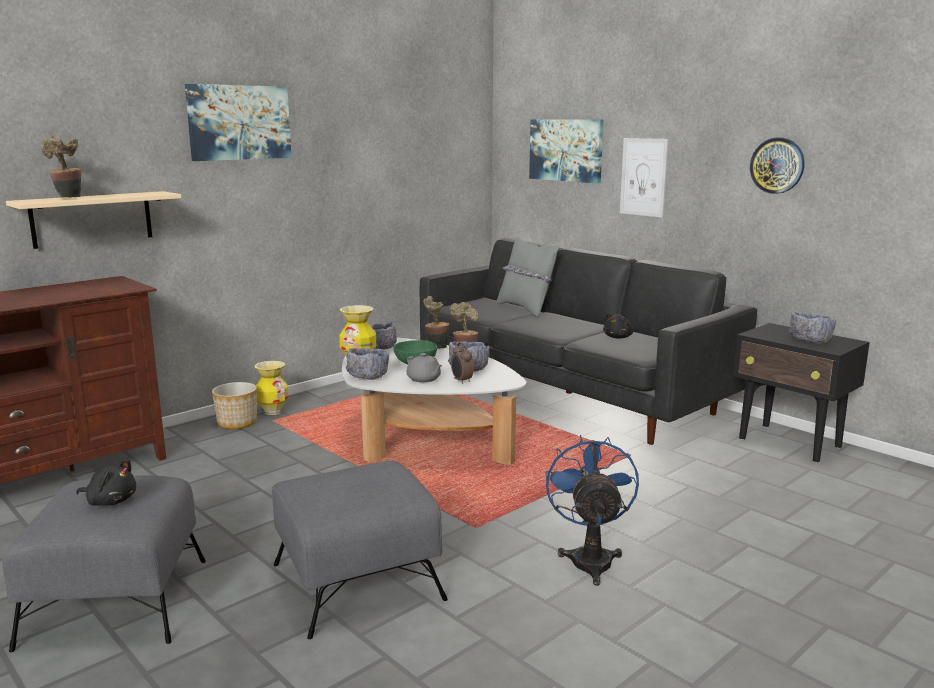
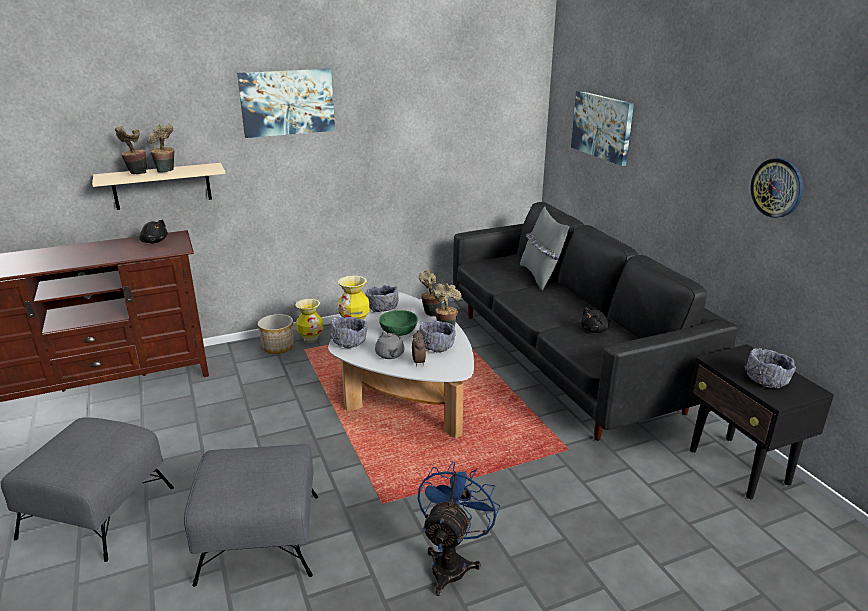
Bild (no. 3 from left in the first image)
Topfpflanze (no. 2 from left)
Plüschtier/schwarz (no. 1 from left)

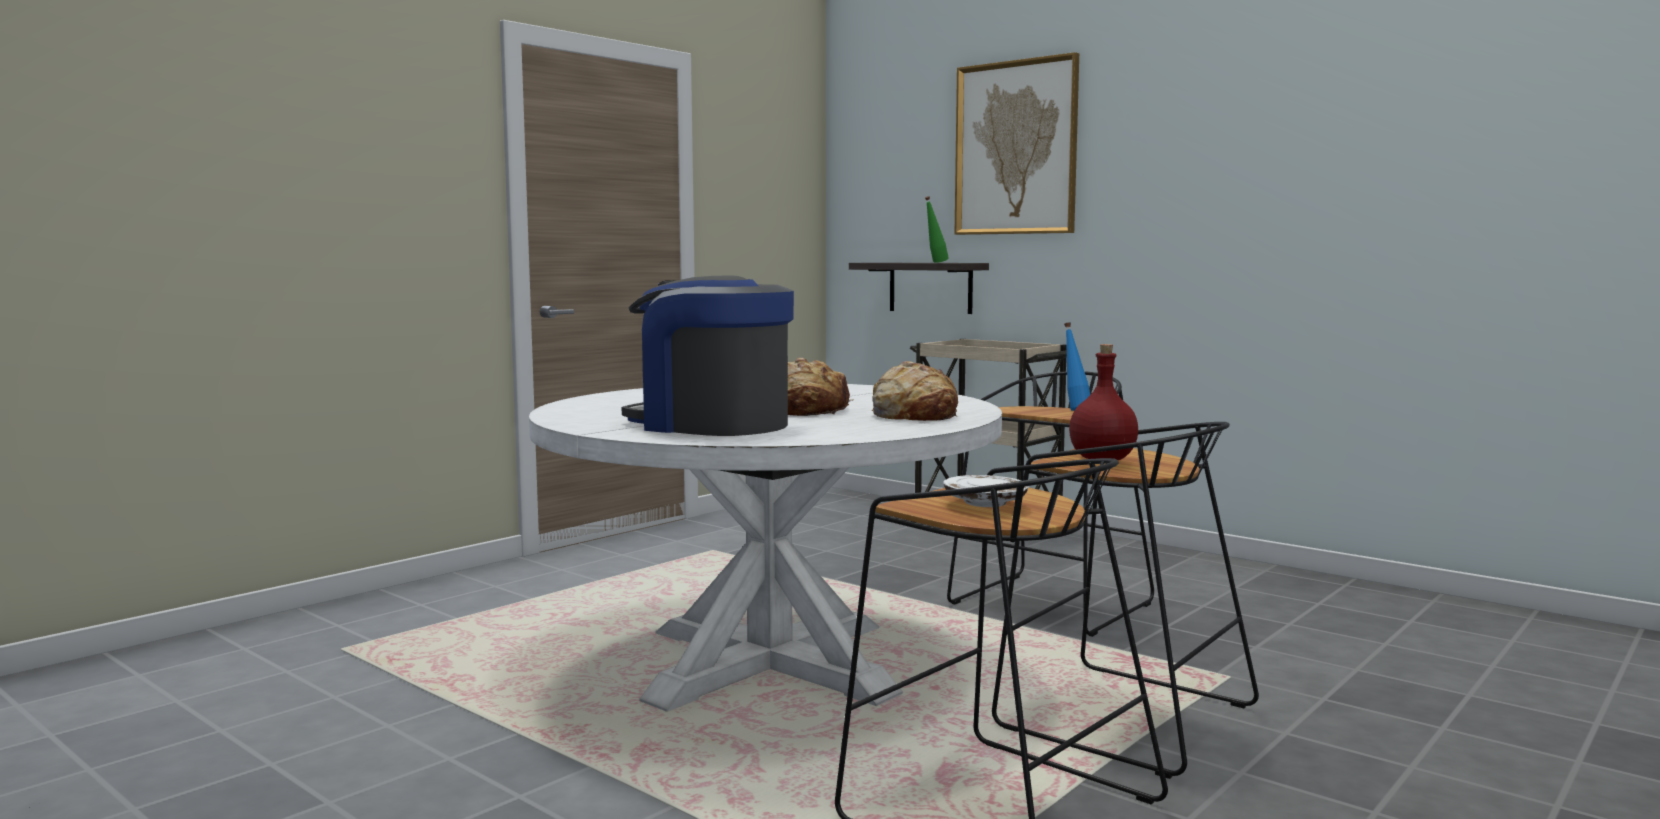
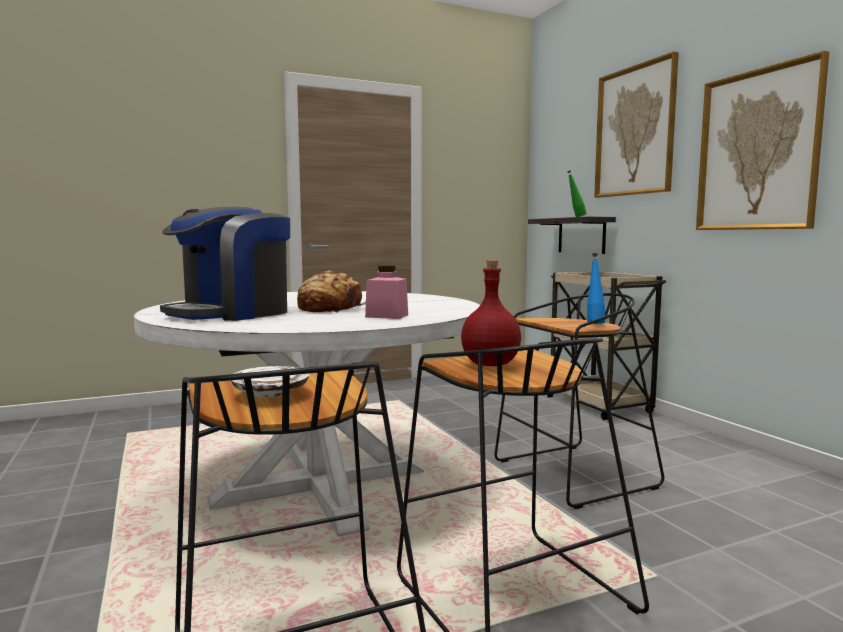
Bild (no. 2 from left)
Vorratsglas/rosa
Kaffeemaschine

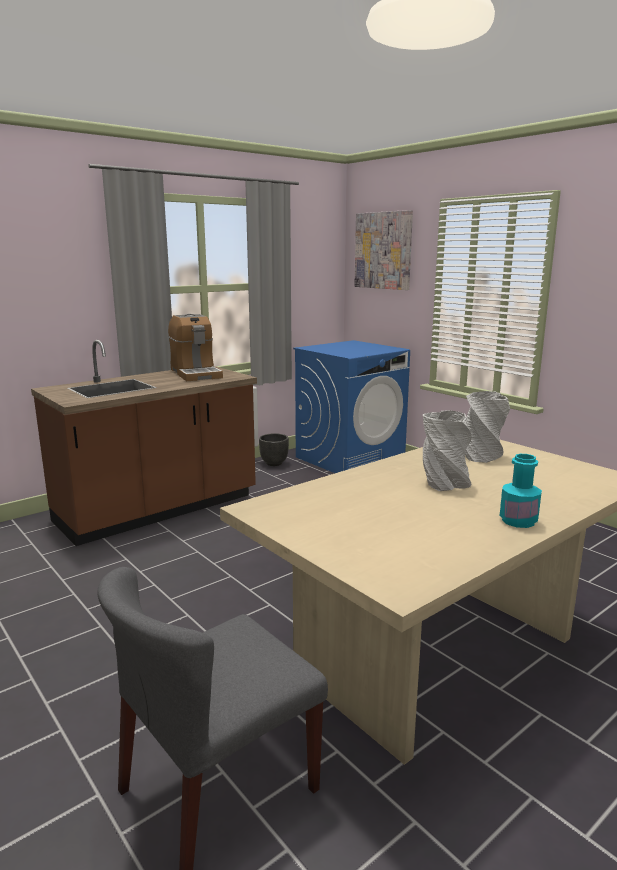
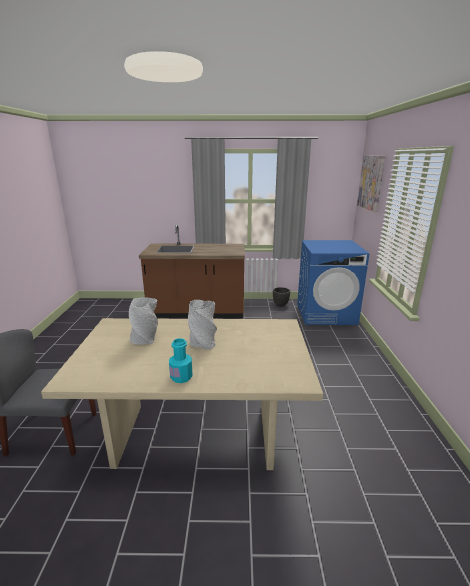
Kaffeemaschine
Vase/grau (no. 1 from left)

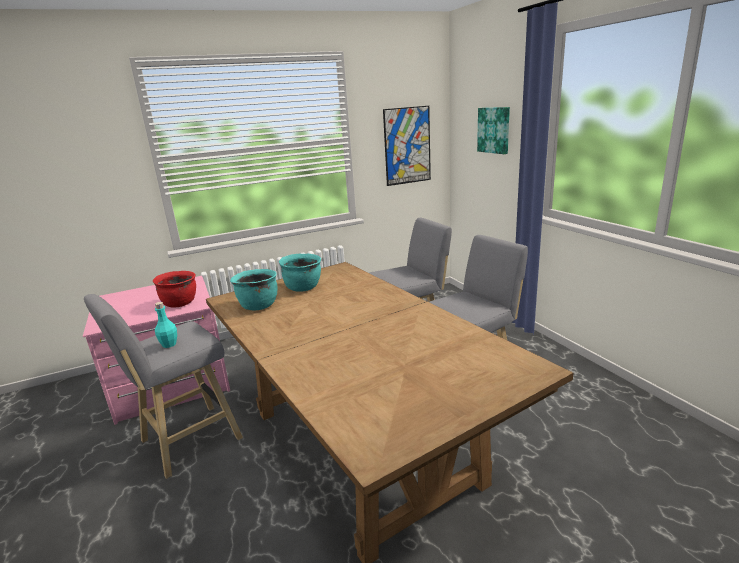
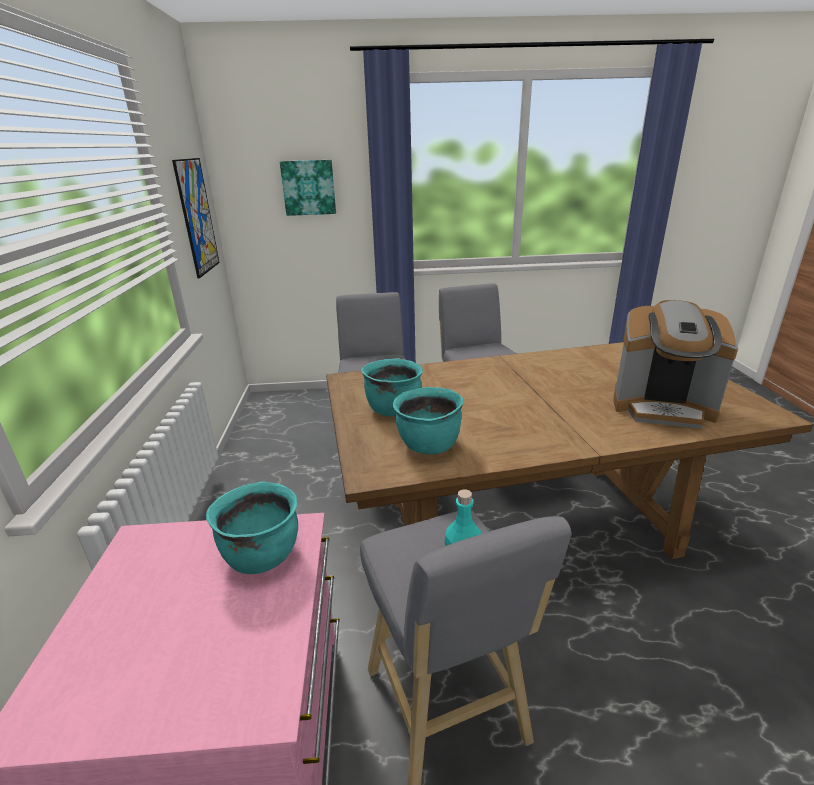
Kaffeemaschine
Kochtopf/türkis (no. 1 from left)

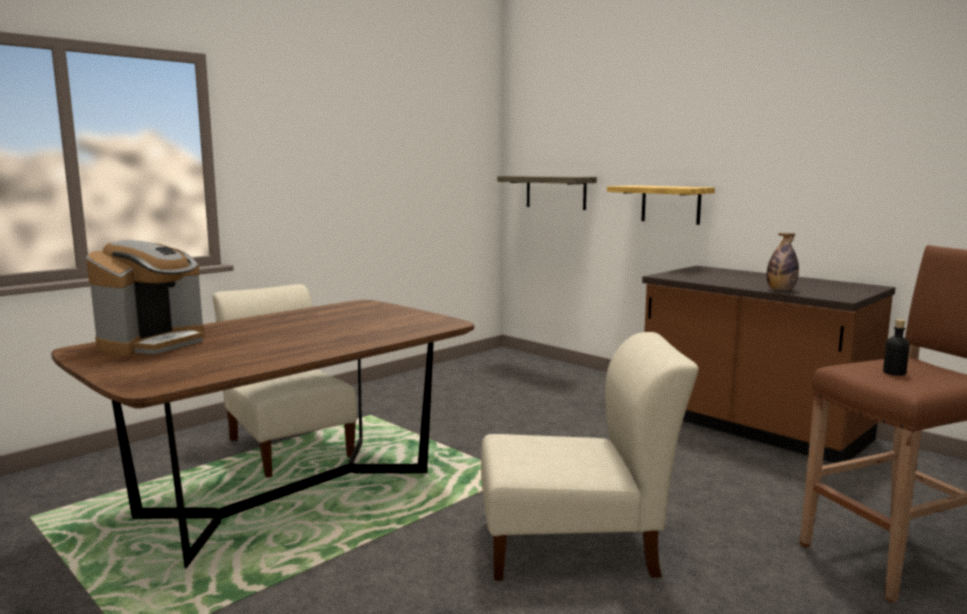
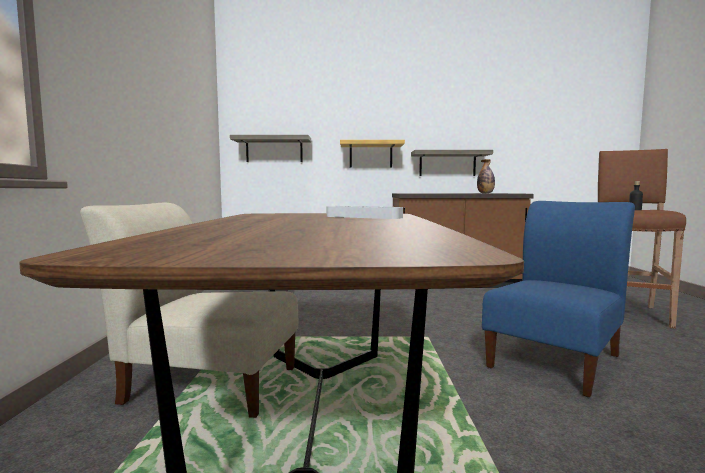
Kaffeemaschine
Tablett/grau
Wandregal (no. 3 from left)
Stuhl/blau

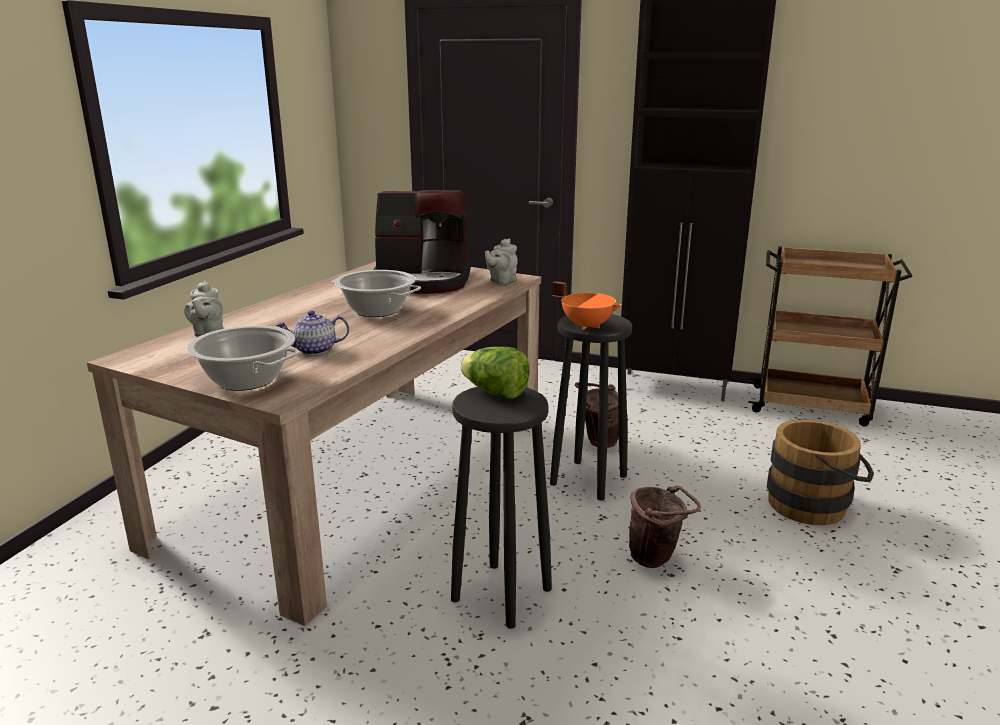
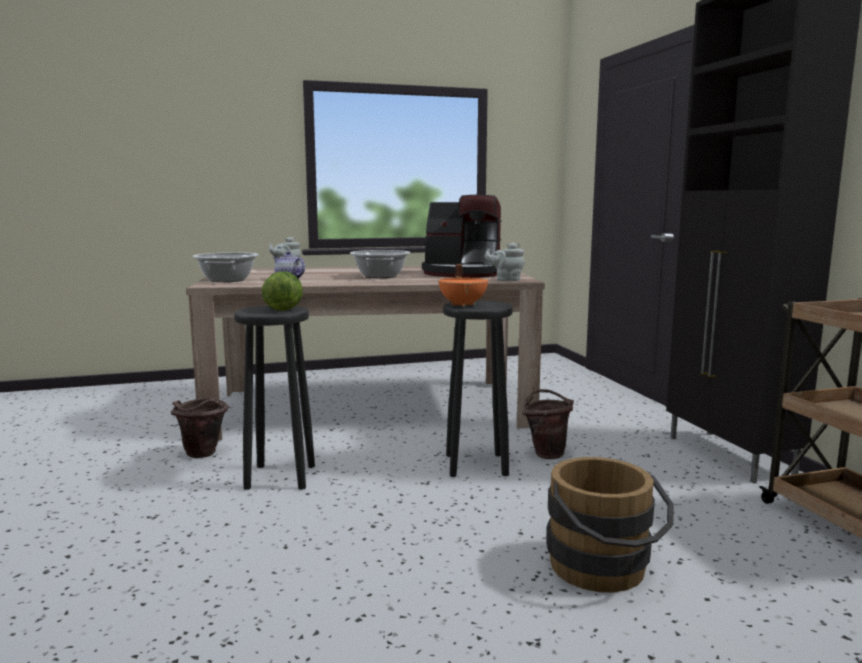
Eimer/braun (no. 1 from left)
Kaffeemaschine

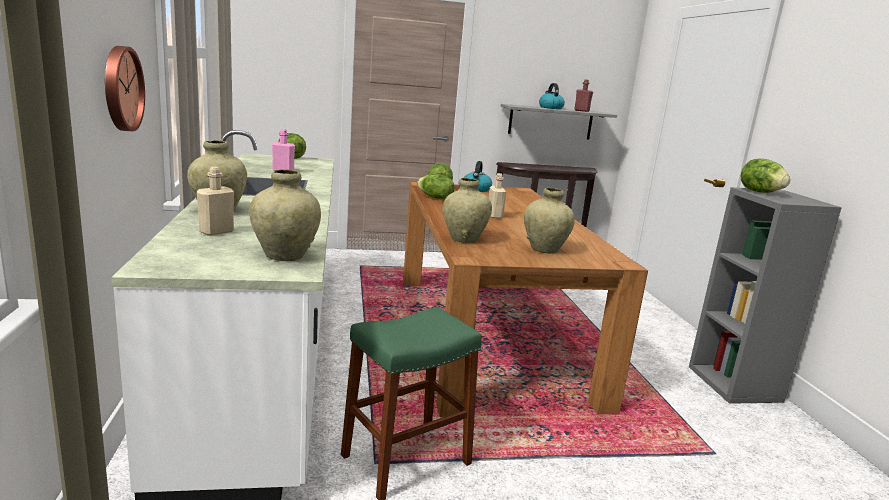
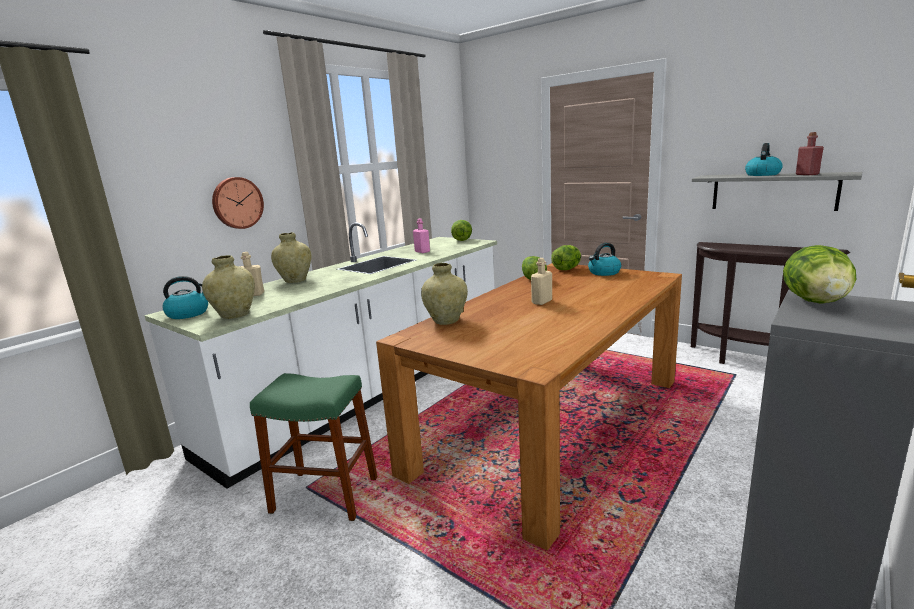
Vase/beige (no. 4 from left in the first image)
Wasserkessel (no. 1 from left)

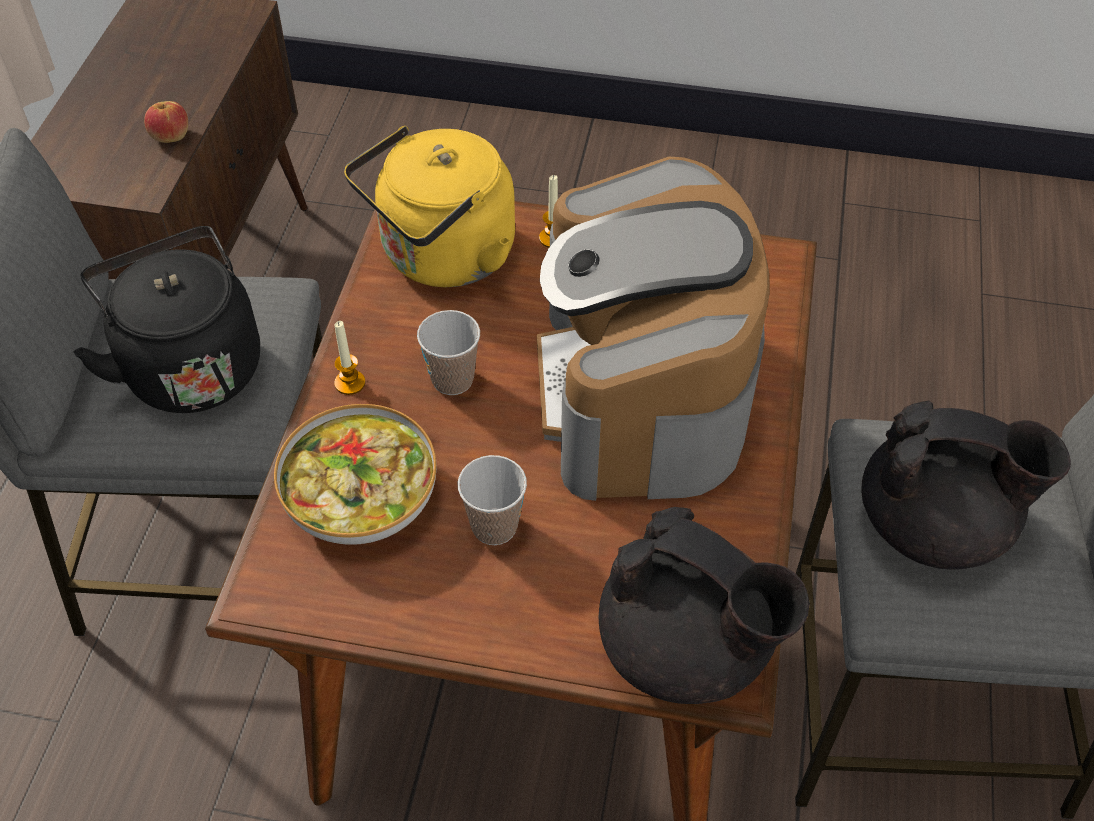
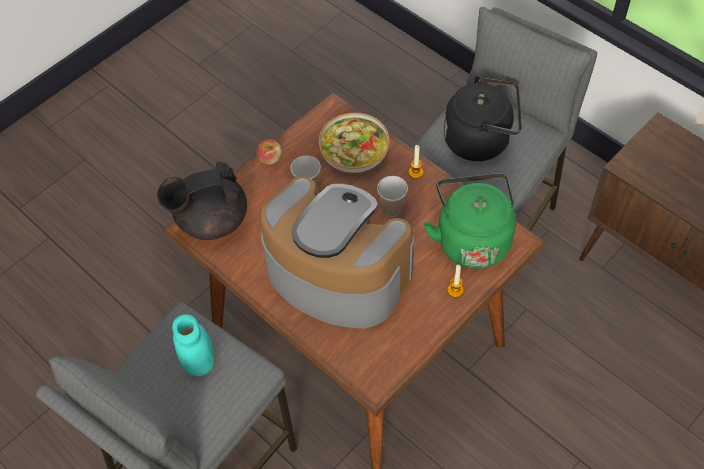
Apfel
Vorratsglas/türkis
Wasserkessel/grün

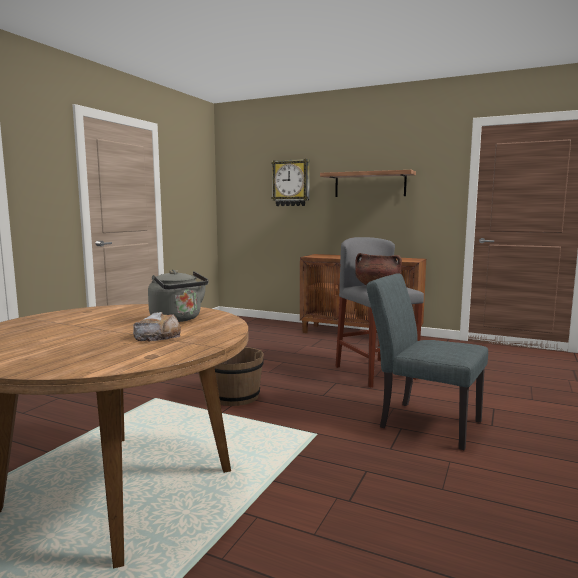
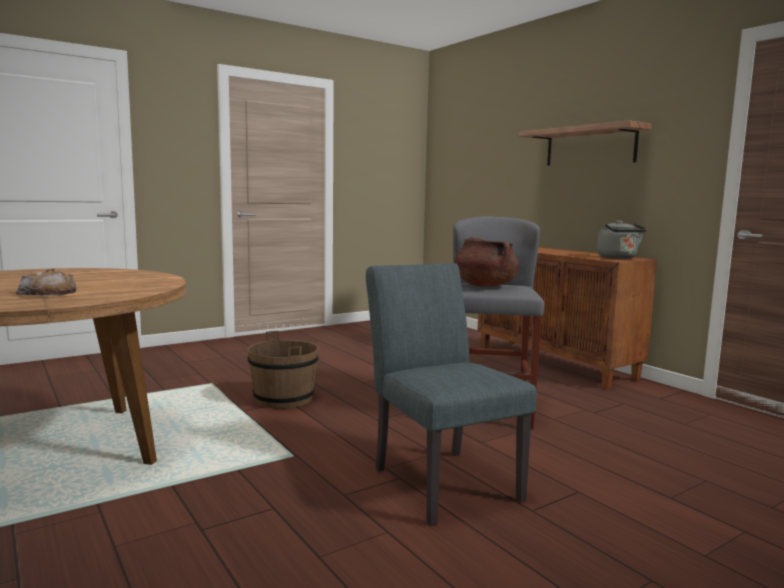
Wanduhr
Wasserkessel/grau

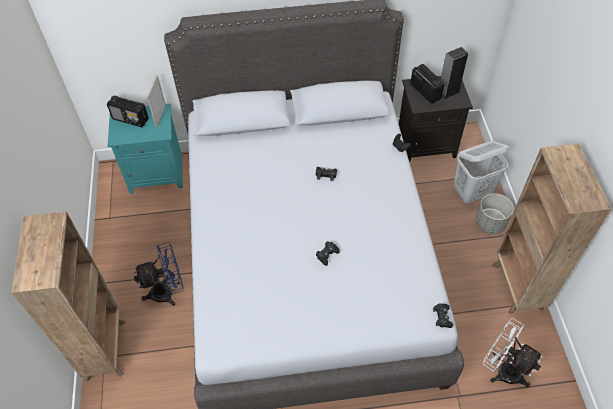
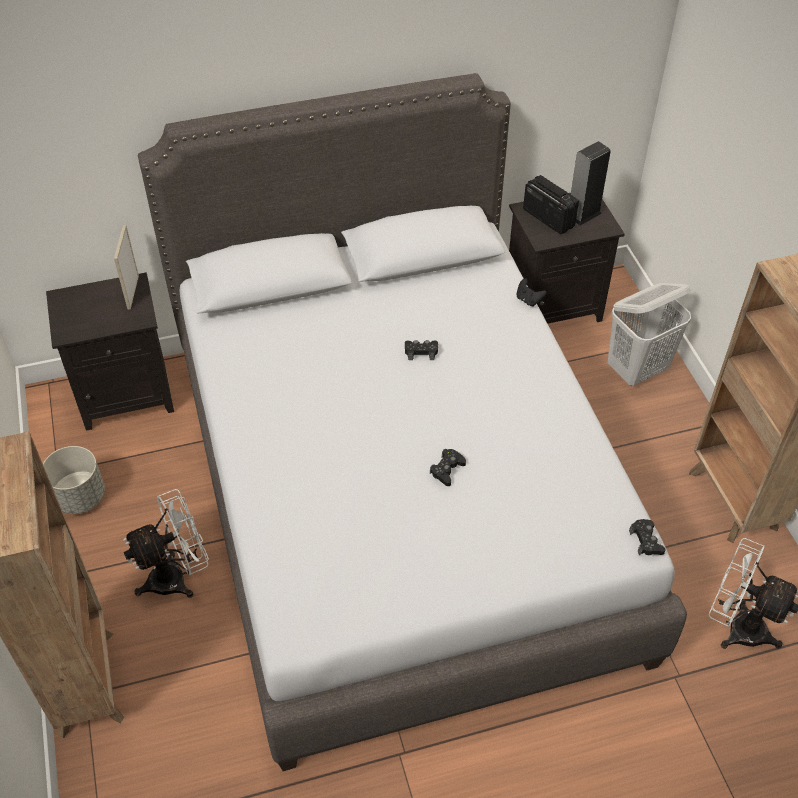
Radio (no. 1 from left in the first image)
Pflanzkübel/grau
Nachttisch/schwarz (no. 1 from left)
Ventilator/weiß (no. 1 from left)

